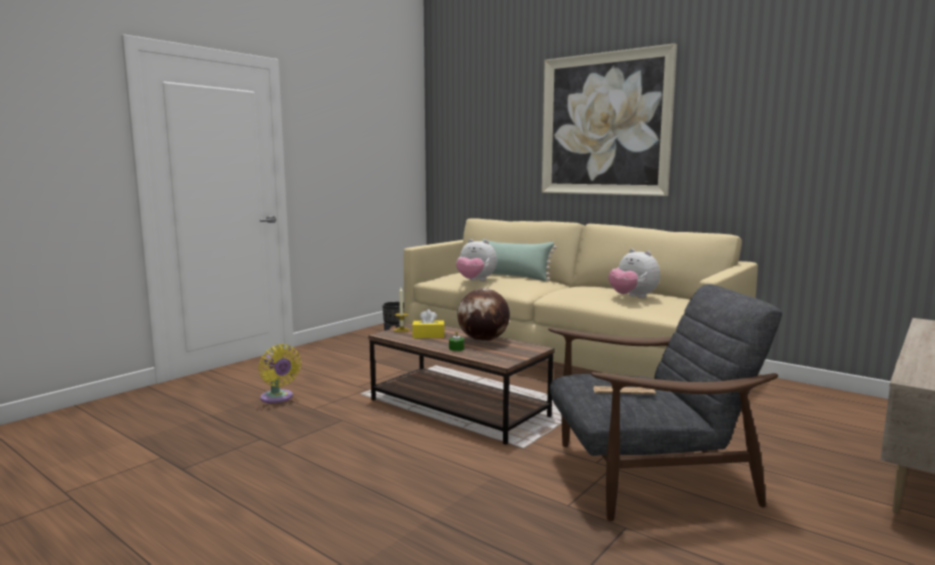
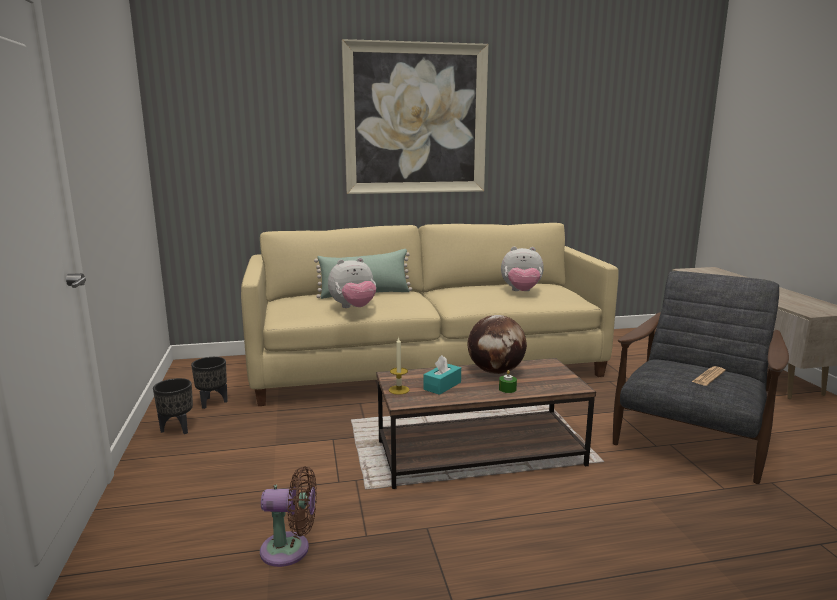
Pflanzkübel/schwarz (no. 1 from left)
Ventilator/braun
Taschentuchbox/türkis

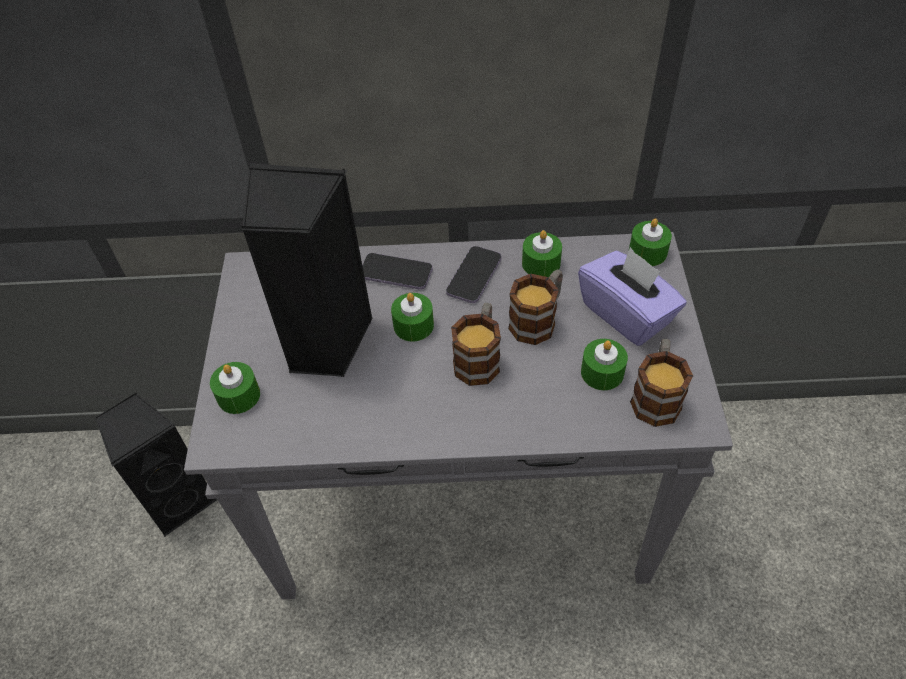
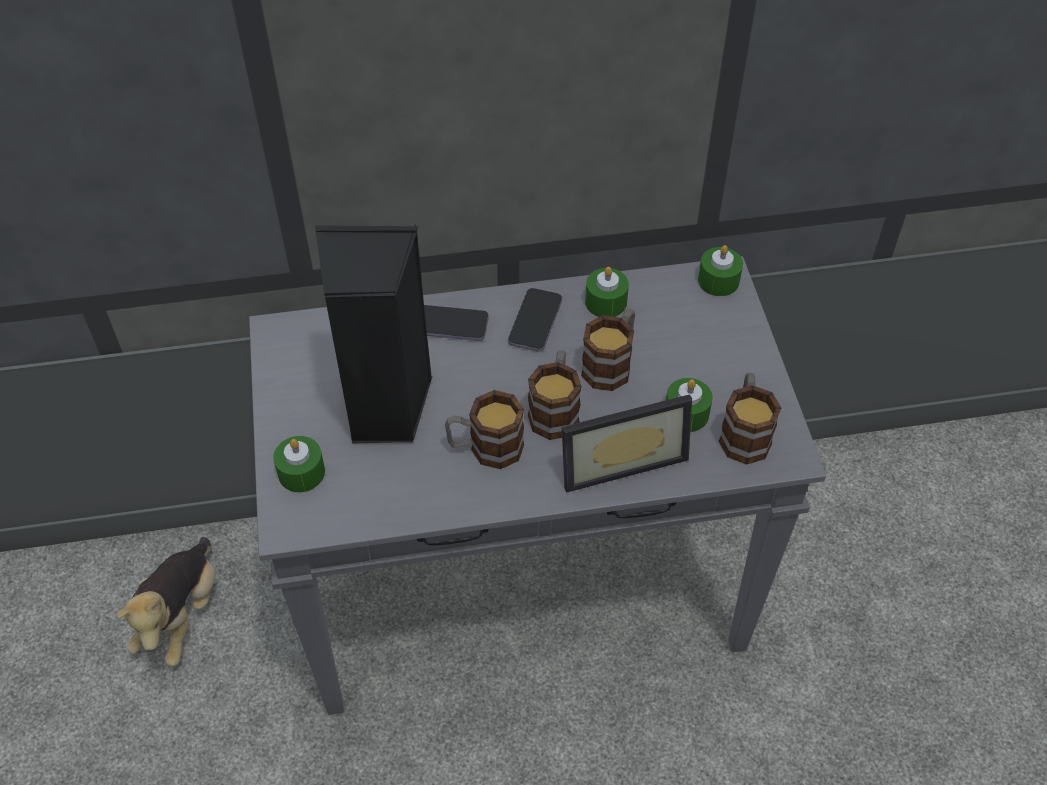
Kerze/grün (no. 2 from left in the first image)
Taschentuchbox/lila
Henkelbecher (no. 1 from left)
Bilderrahmen
Plüschtier

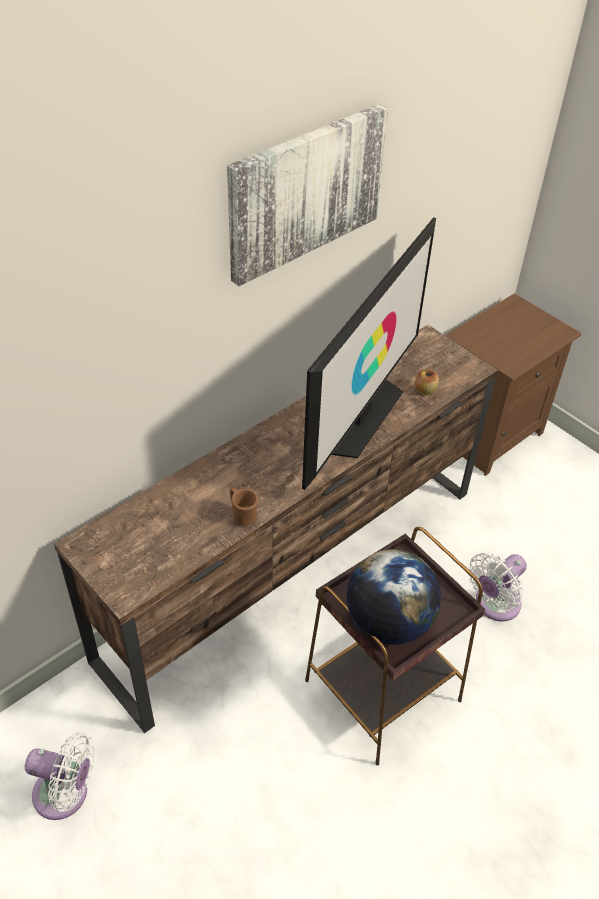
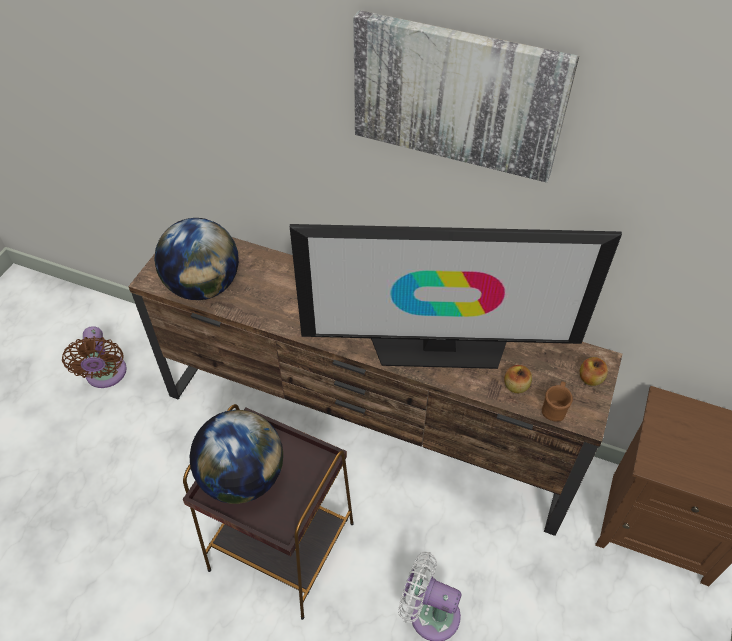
Globus (no. 1 from left)
Apfel (no. 2 from left)
Henkelbecher/braun
Ventilator/braun

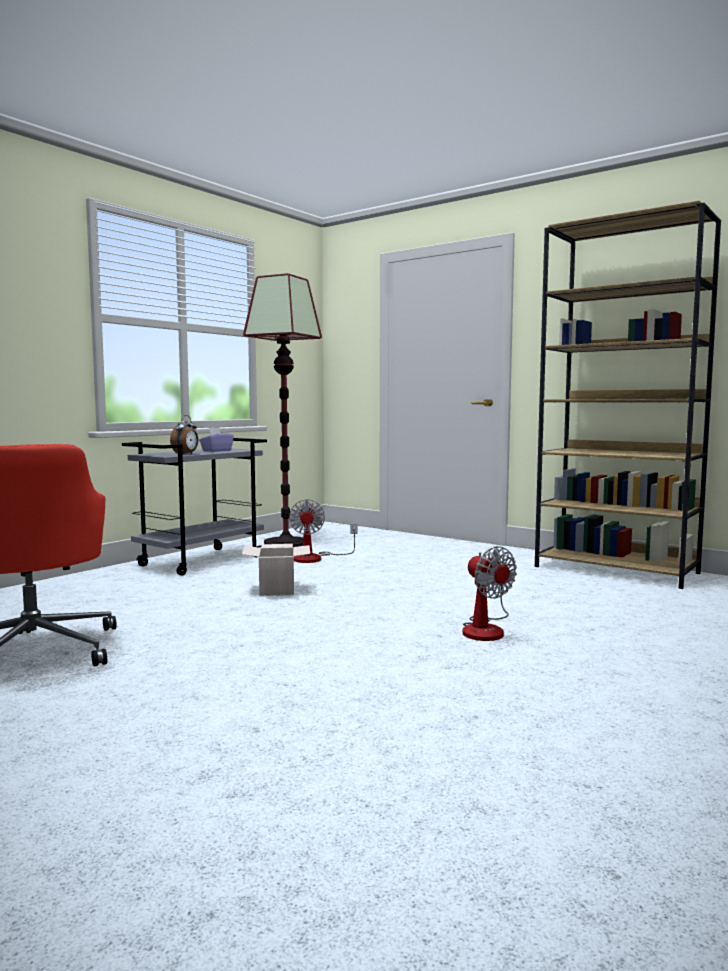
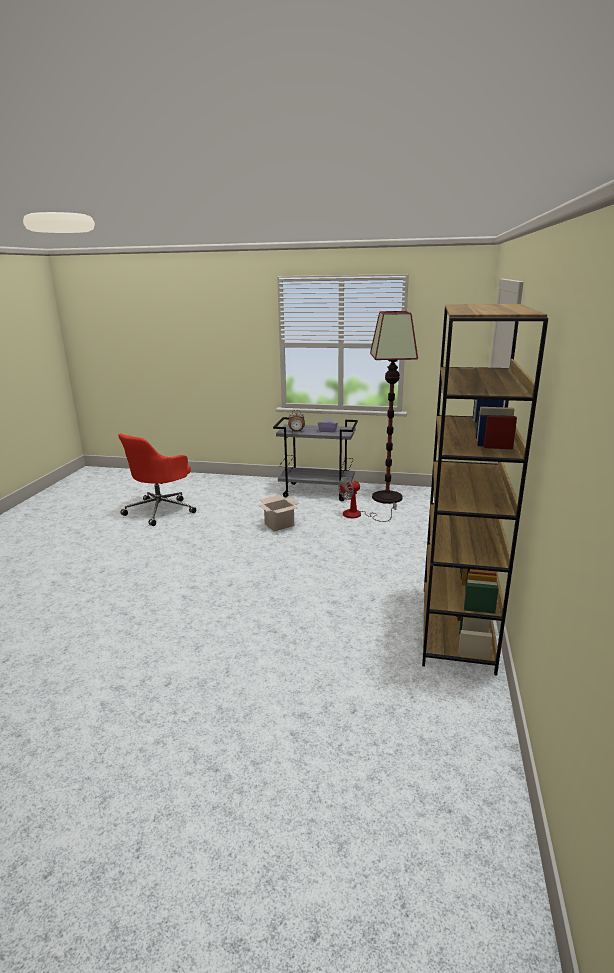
Ventilator (no. 2 from left in the first image)

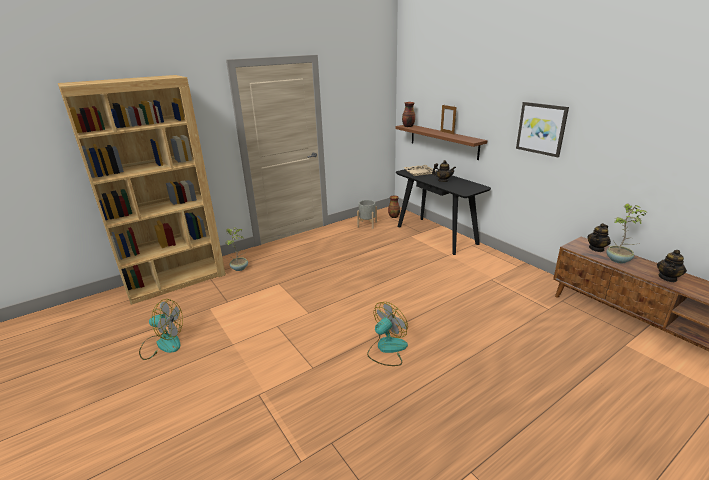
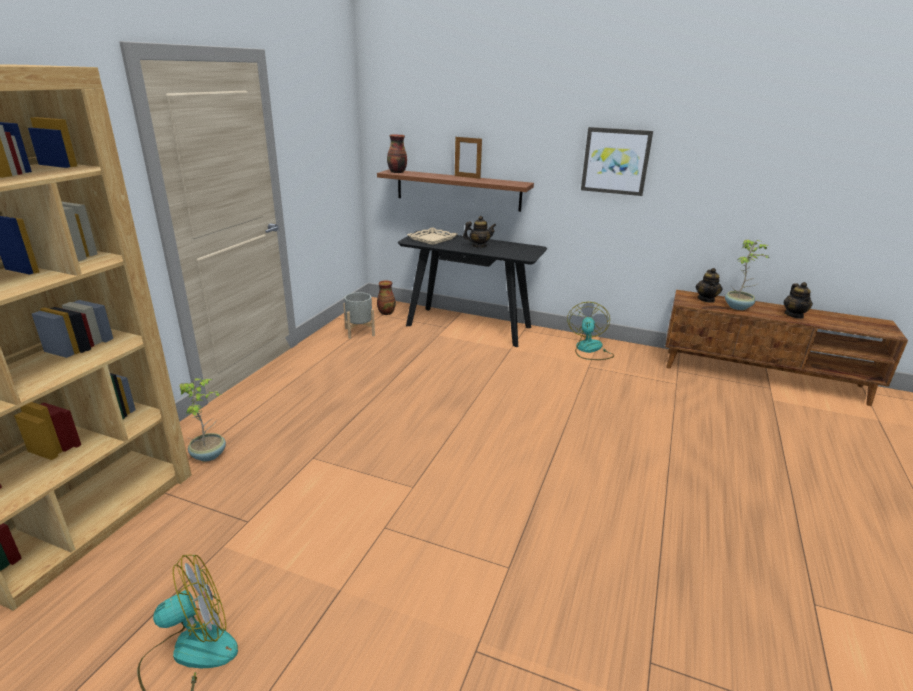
Ventilator (no. 2 from left)

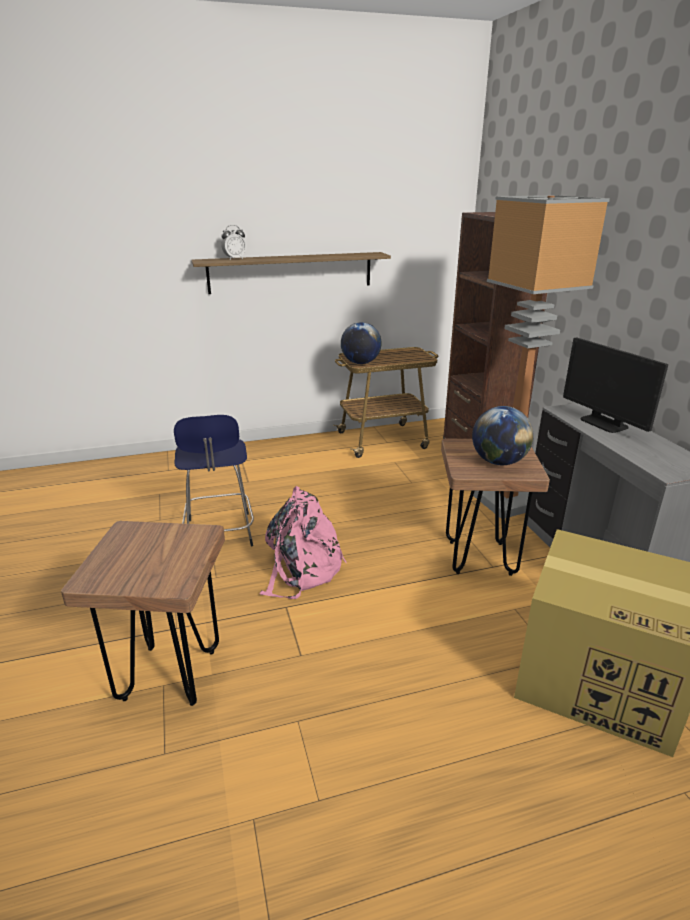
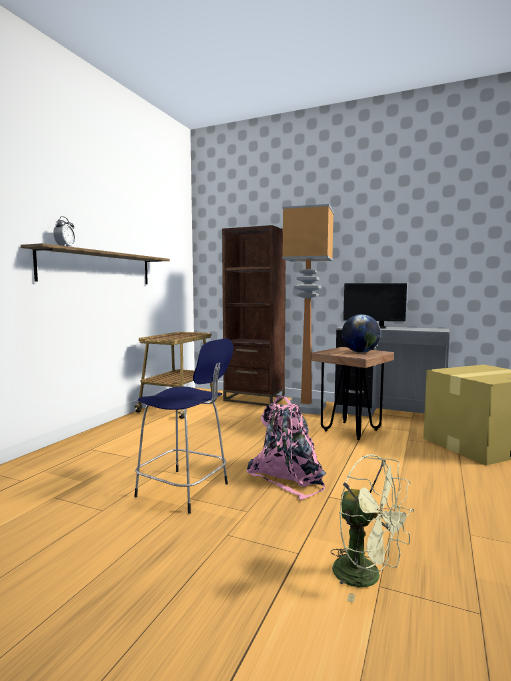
Globus (no. 1 from left in the first image)
Ventilator/grün

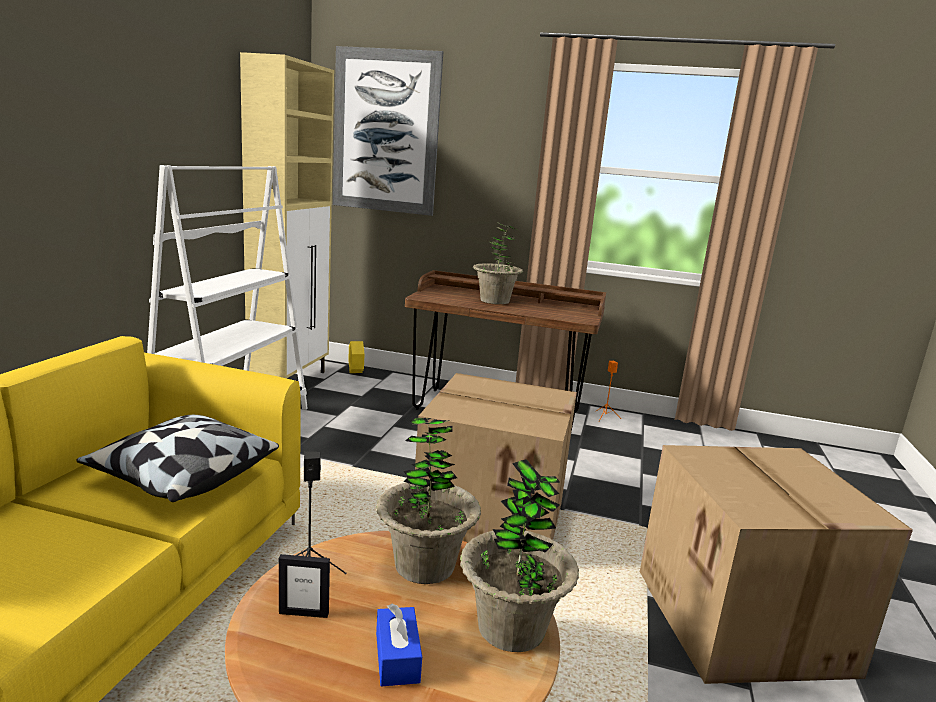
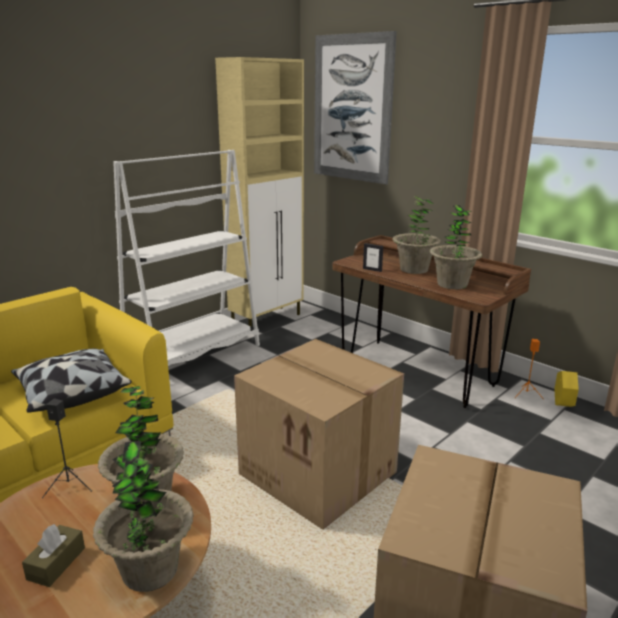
Topfpflanze (no. 4 from left)
Bilderrahmen
Pflanzkübel/gelb
Taschentuchbox/braun

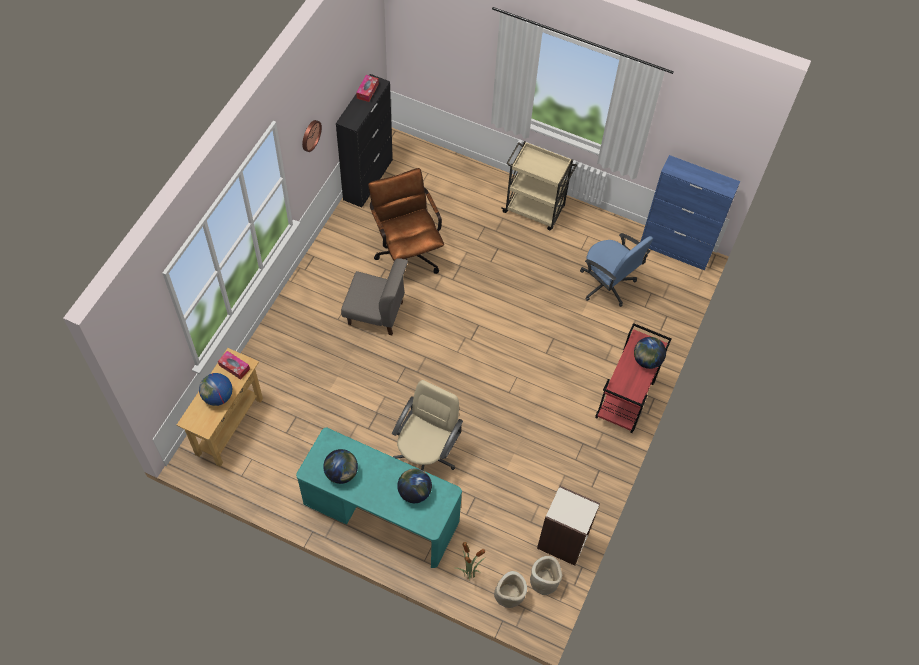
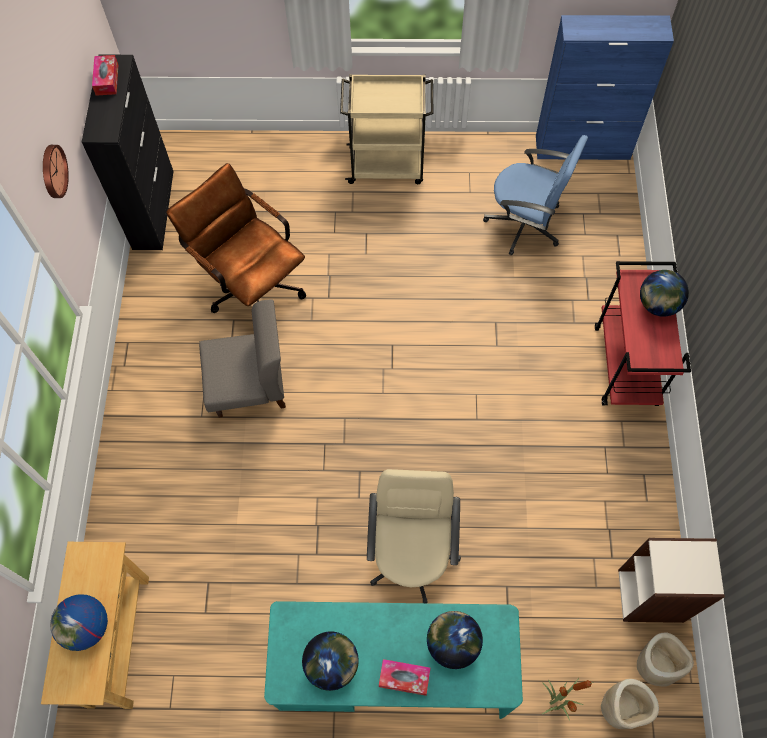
Taschentuchbox (no. 2 from left)

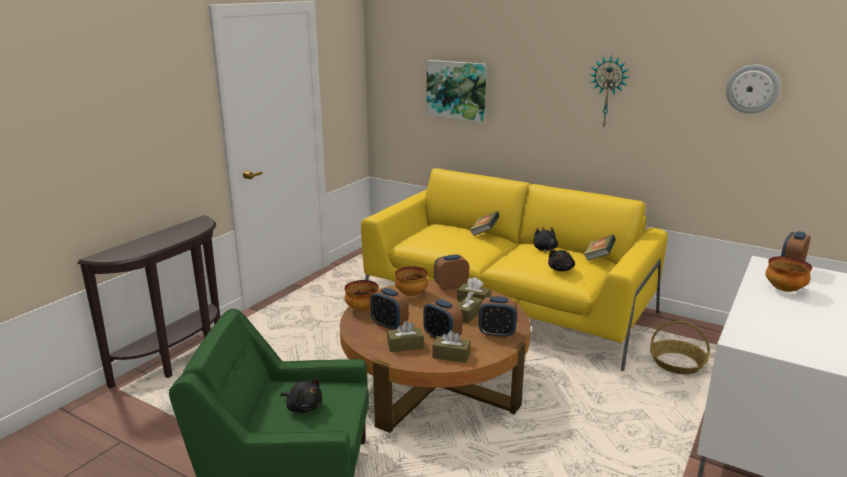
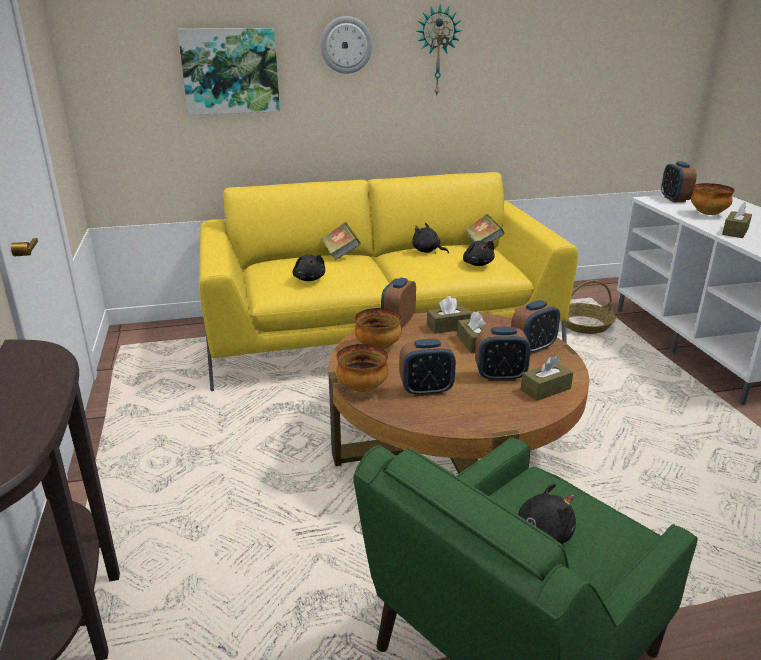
Plüschtier/schwarz (no. 1 from left)
Taschentuchbox/braun (no. 4 from left)
Wanduhr (no. 1 from left)

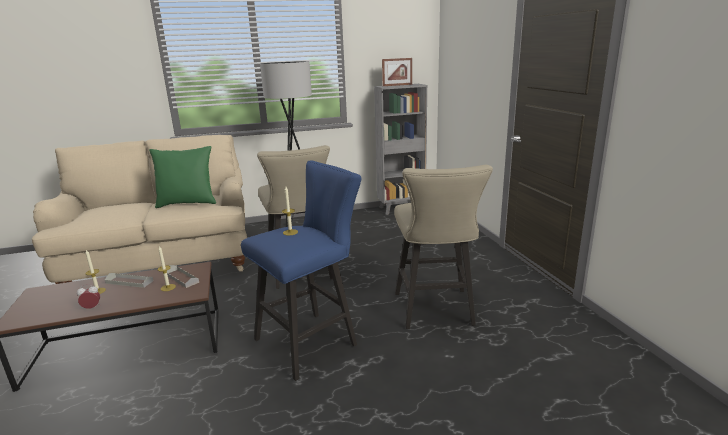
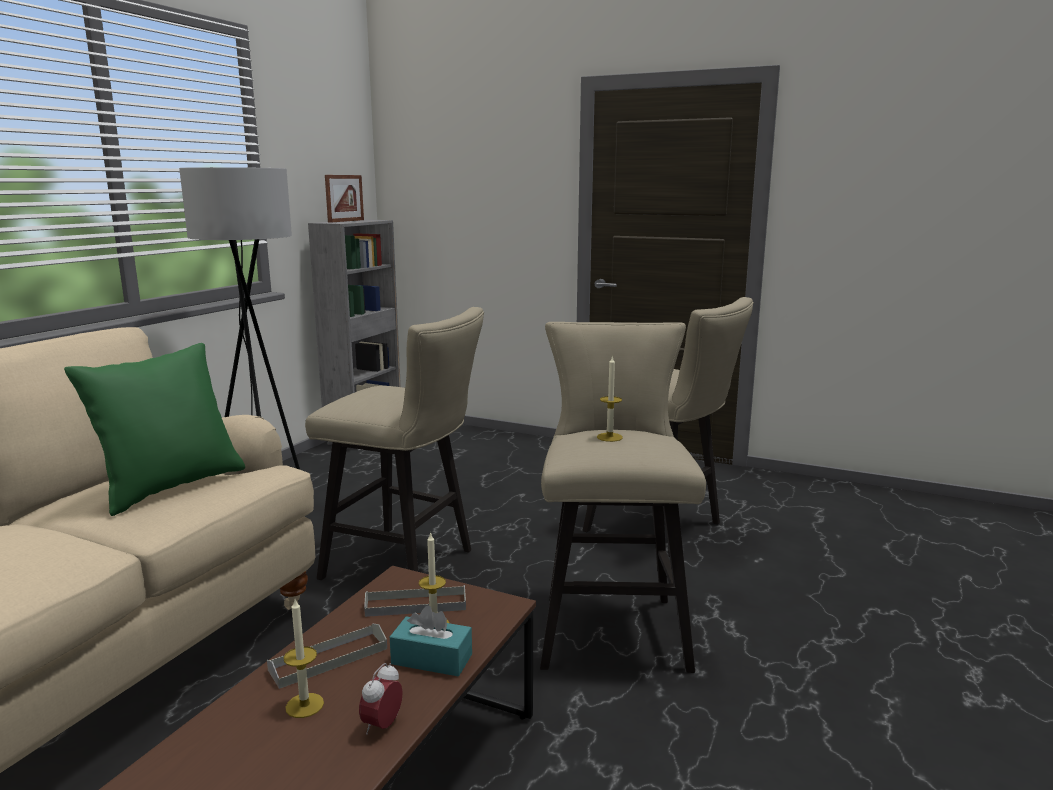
Taschentuchbox/türkis
Hocker/beige (no. 2 from left)

